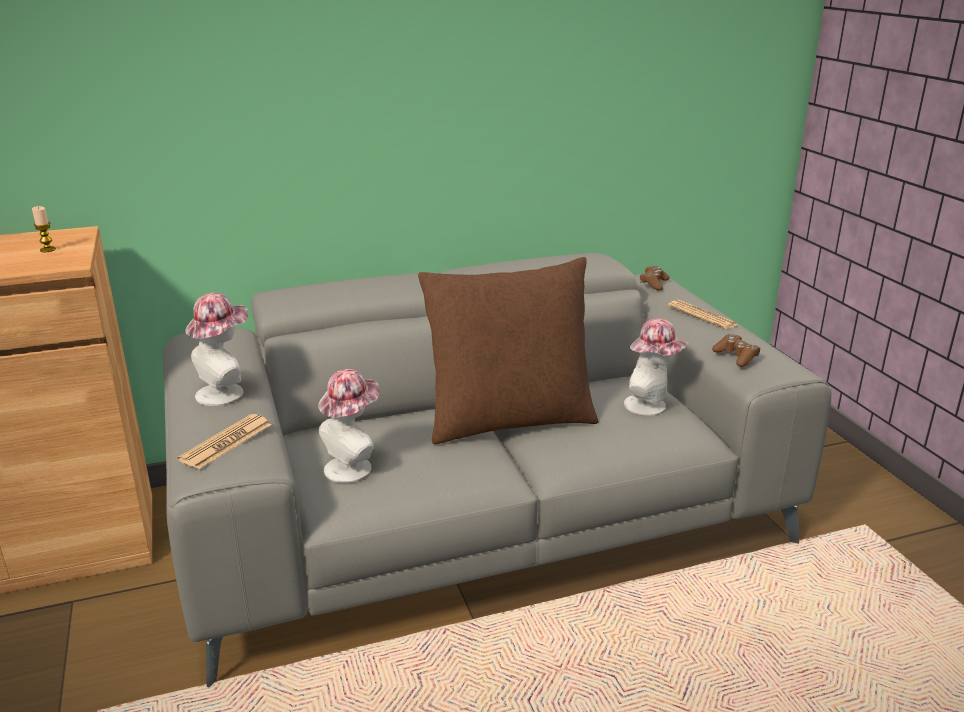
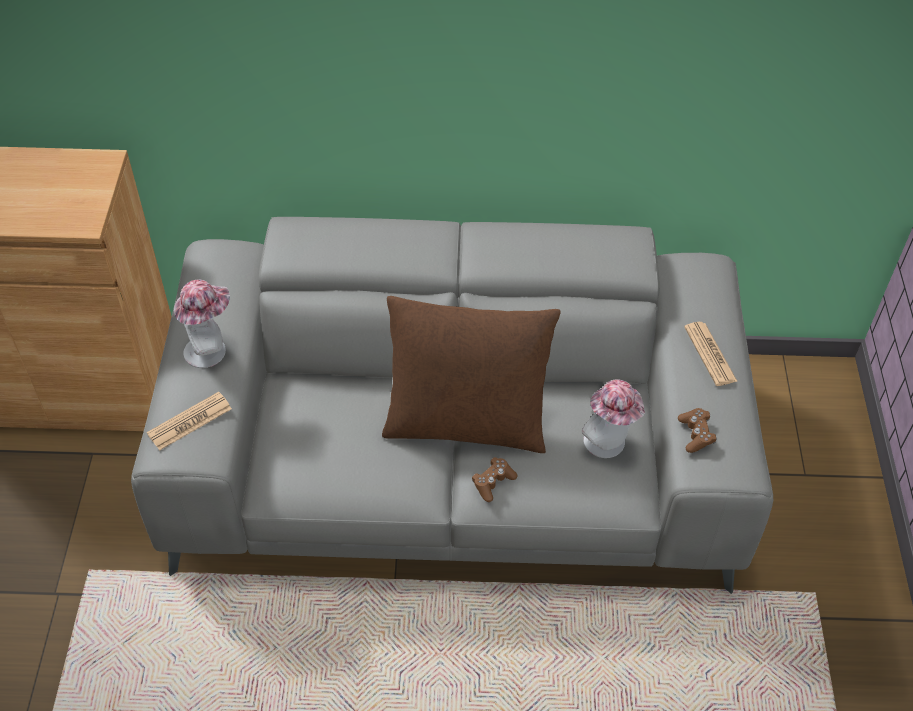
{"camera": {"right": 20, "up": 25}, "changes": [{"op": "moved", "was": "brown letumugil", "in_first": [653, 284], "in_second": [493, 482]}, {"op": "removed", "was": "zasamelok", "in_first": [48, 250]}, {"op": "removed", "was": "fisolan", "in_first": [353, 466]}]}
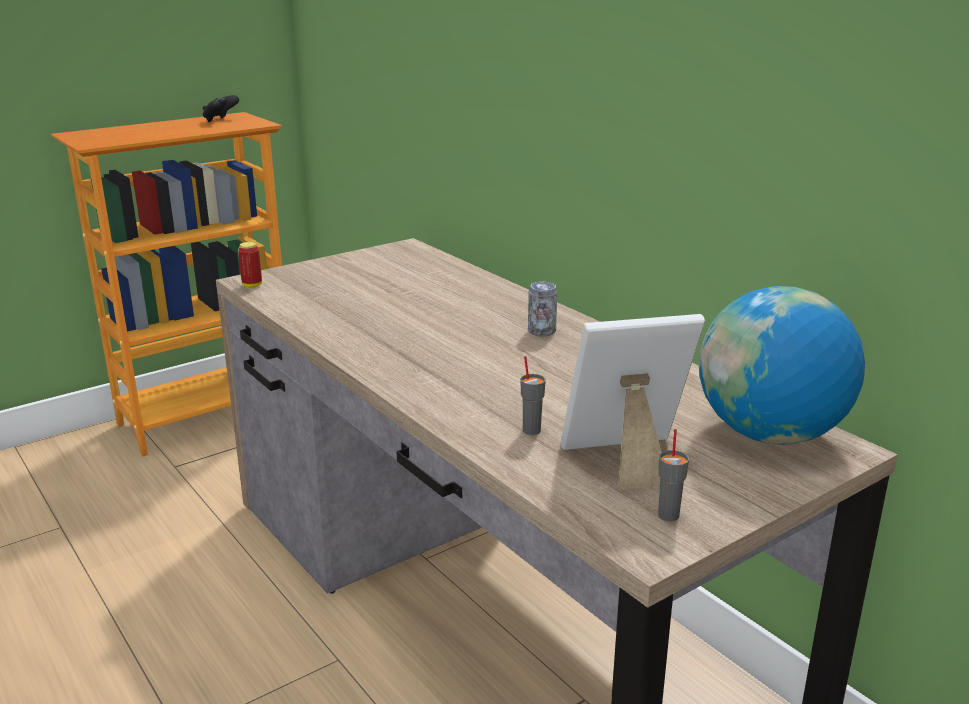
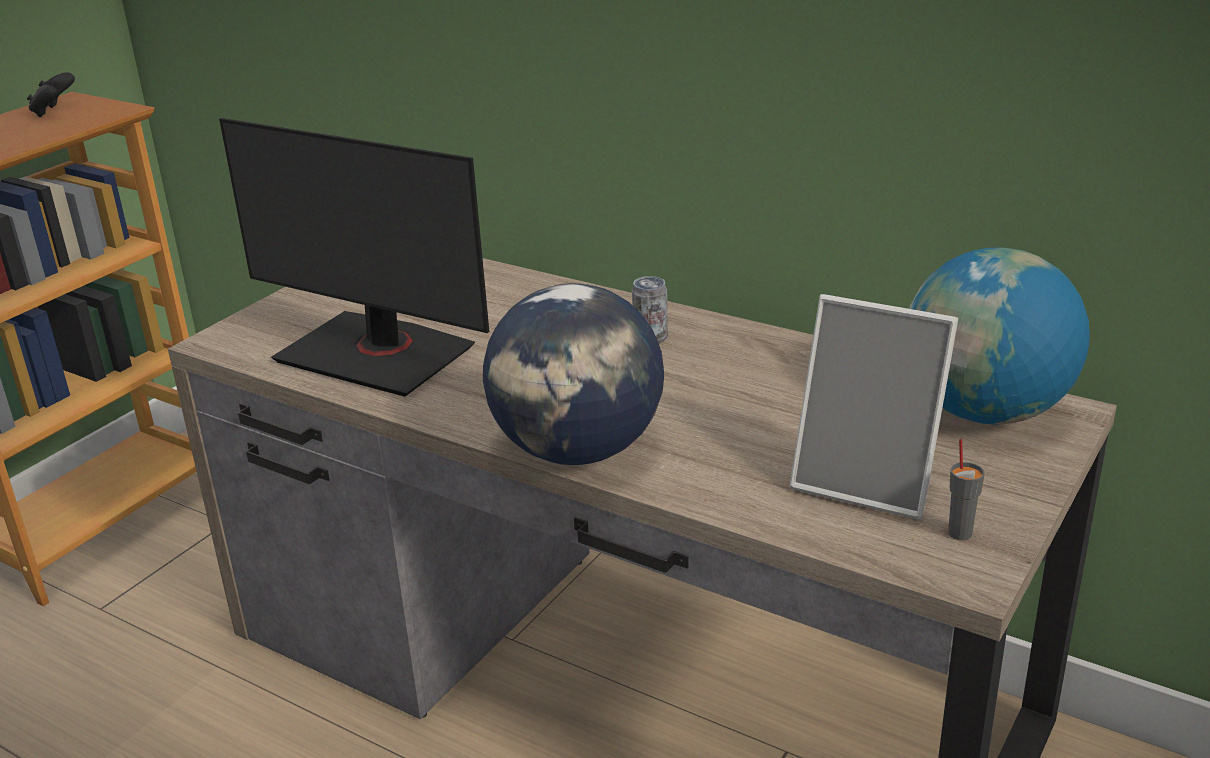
{"camera": {"right": -20, "up": 5}, "changes": [{"op": "added", "now": "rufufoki", "in_second": [376, 354]}, {"op": "added", "now": "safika", "in_second": [577, 451]}, {"op": "turned", "was": "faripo", "in_first": [625, 461], "in_second": [869, 481], "clockwise": -120}, {"op": "removed", "was": "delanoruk", "in_first": [252, 285]}, {"op": "removed", "was": "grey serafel", "in_first": [531, 430]}]}
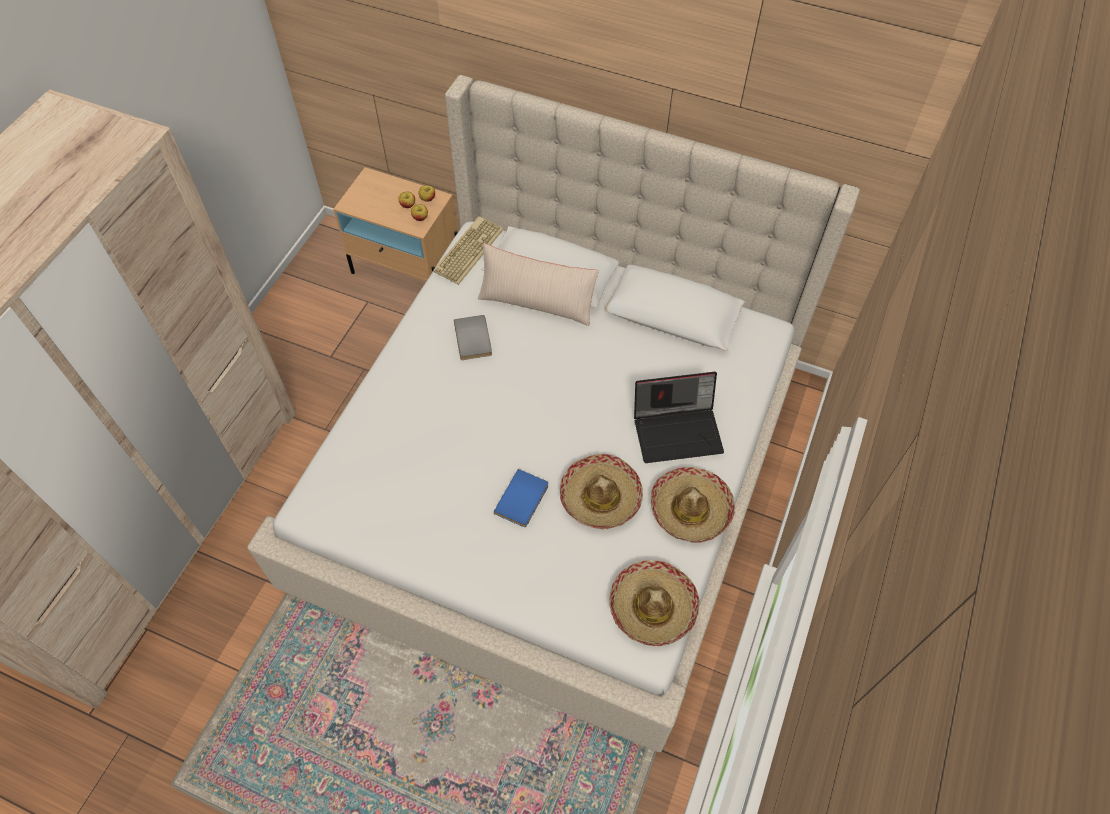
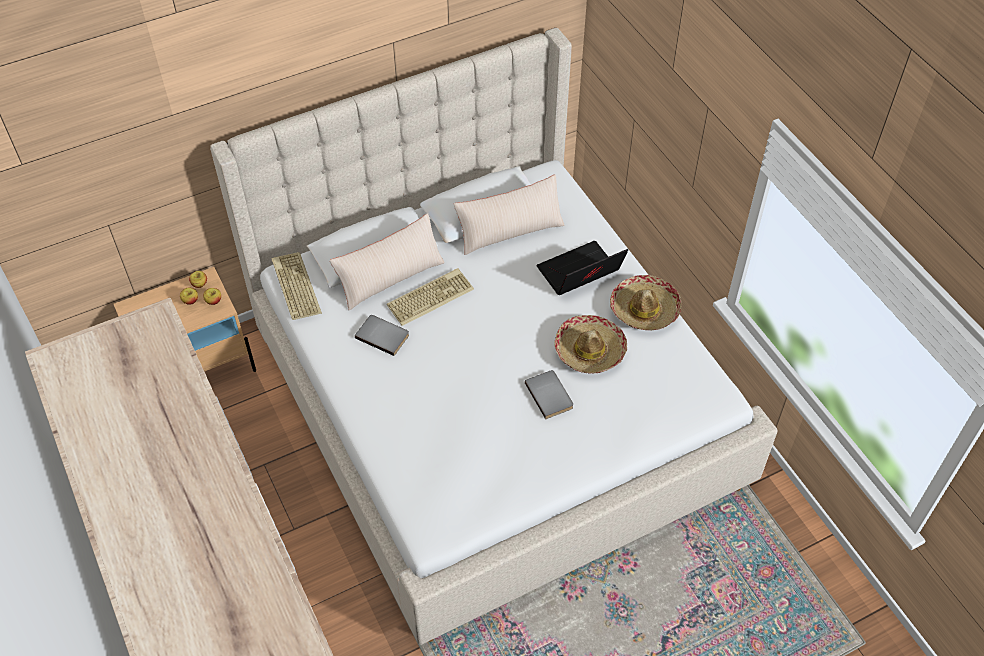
{"camera": {"right": -50, "up": -5}, "changes": [{"op": "added", "now": "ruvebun", "in_second": [430, 296]}, {"op": "added", "now": "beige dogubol", "in_second": [509, 231]}, {"op": "recoloured", "was": "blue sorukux", "now": "grey sorukux", "in_first": [523, 500], "in_second": [550, 395]}, {"op": "turned", "was": "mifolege", "in_first": [678, 430], "in_second": [579, 274], "clockwise": -150}, {"op": "removed", "was": "fisolan", "in_first": [652, 607]}]}
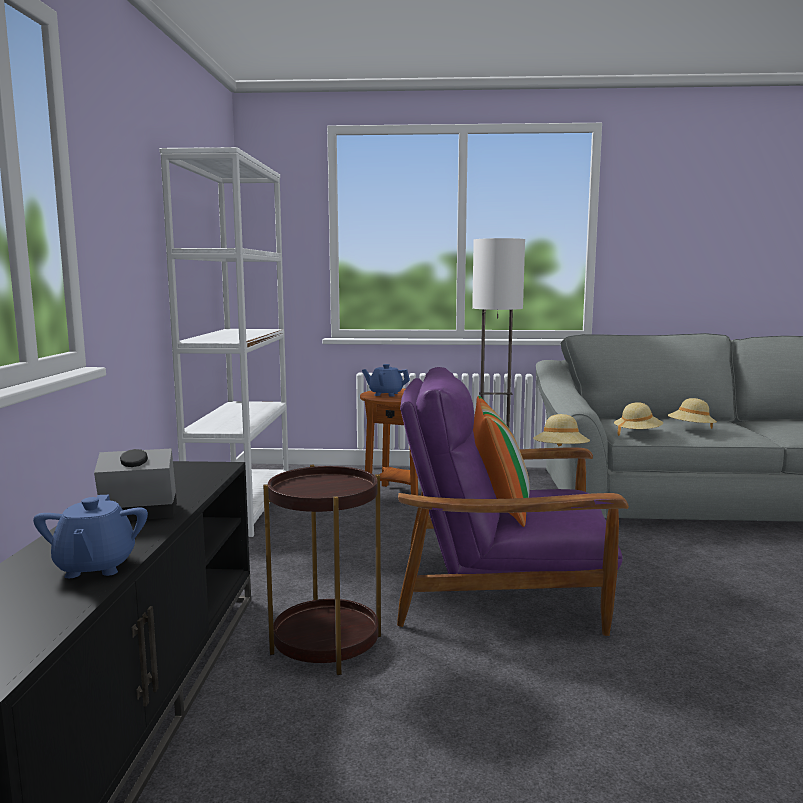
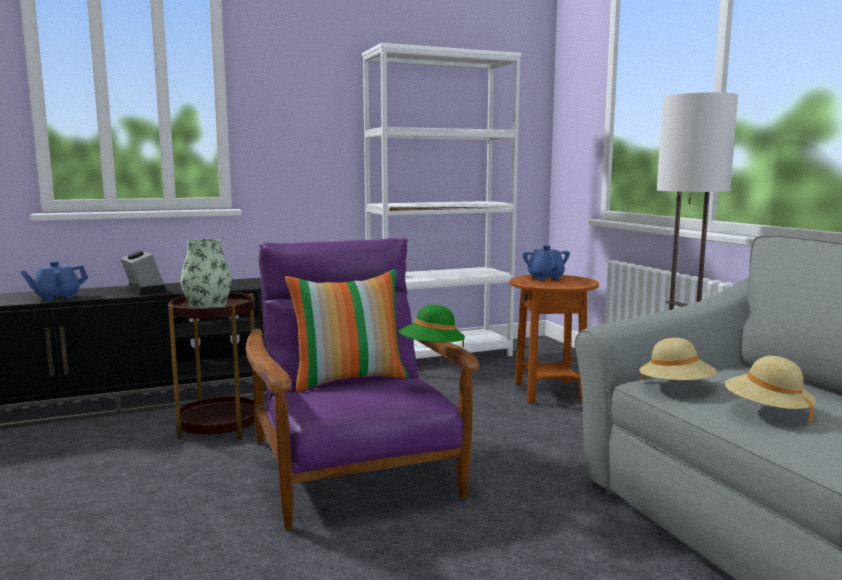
{"camera": {"right": 65, "up": 0}, "changes": [{"op": "added", "now": "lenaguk", "in_second": [207, 307]}, {"op": "recoloured", "was": "beige fisolan", "now": "green fisolan", "in_first": [560, 453], "in_second": [431, 350]}]}
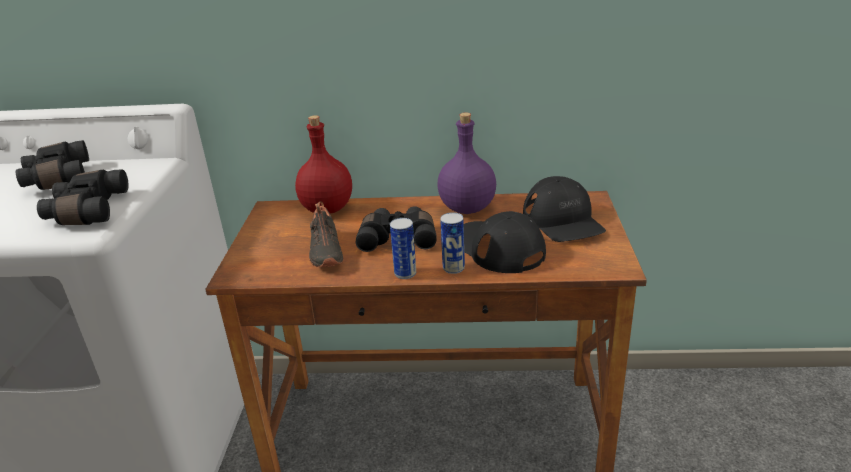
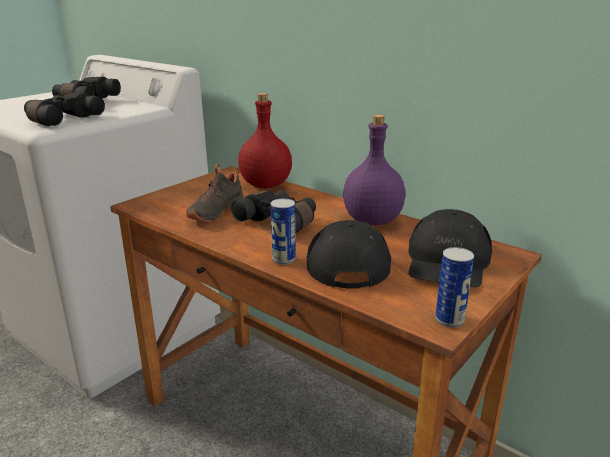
{"camera": {"right": 35, "up": -5}, "changes": [{"op": "moved", "was": "delanoruk", "in_first": [405, 273], "in_second": [449, 320]}]}
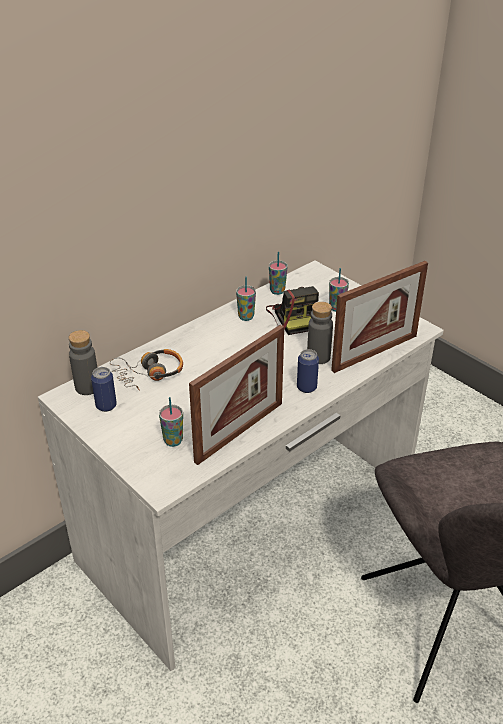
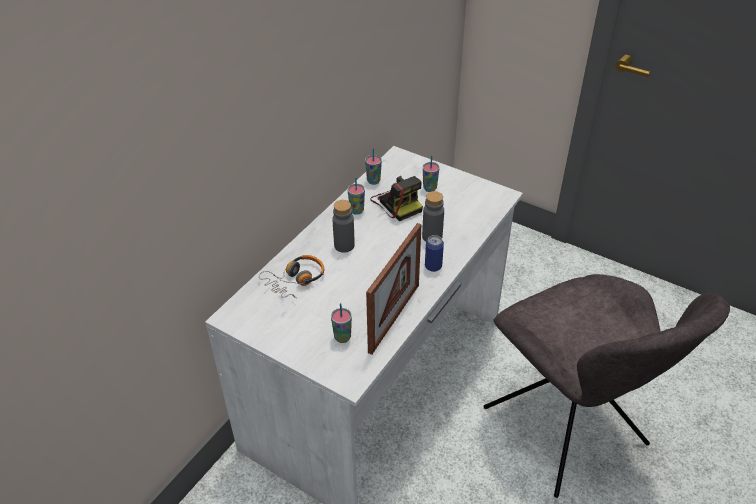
{"camera": {"right": -15, "up": 5}, "changes": [{"op": "moved", "was": "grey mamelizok", "in_first": [87, 387], "in_second": [344, 245]}, {"op": "removed", "was": "delanoruk", "in_first": [106, 406]}, {"op": "removed", "was": "faripo", "in_first": [375, 353]}]}
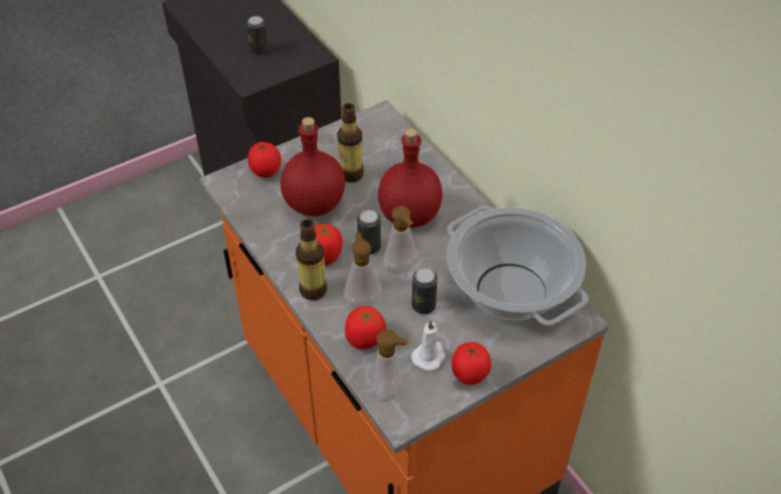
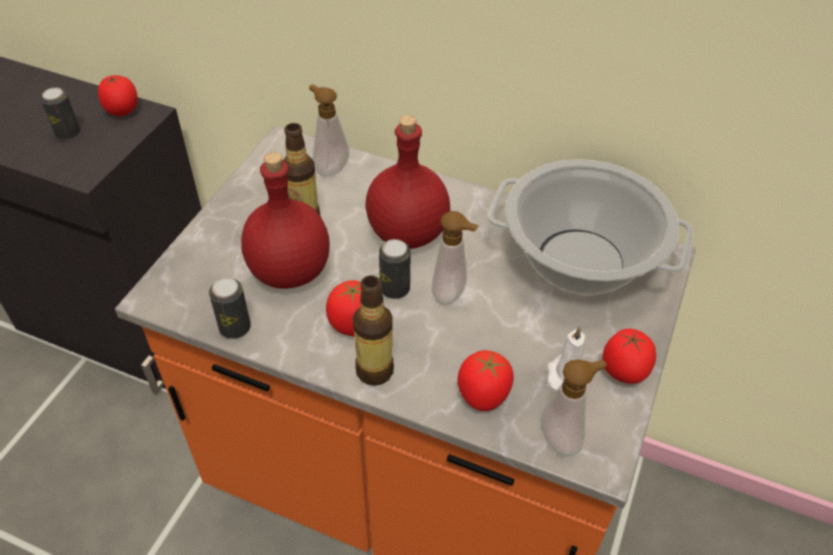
{"camera": {"right": -35, "up": 0}, "changes": [{"op": "moved", "was": "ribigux", "in_first": [266, 172], "in_second": [123, 111]}, {"op": "moved", "was": "delanoruk", "in_first": [423, 306], "in_second": [235, 327]}, {"op": "moved", "was": "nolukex", "in_first": [362, 299], "in_second": [329, 168]}]}
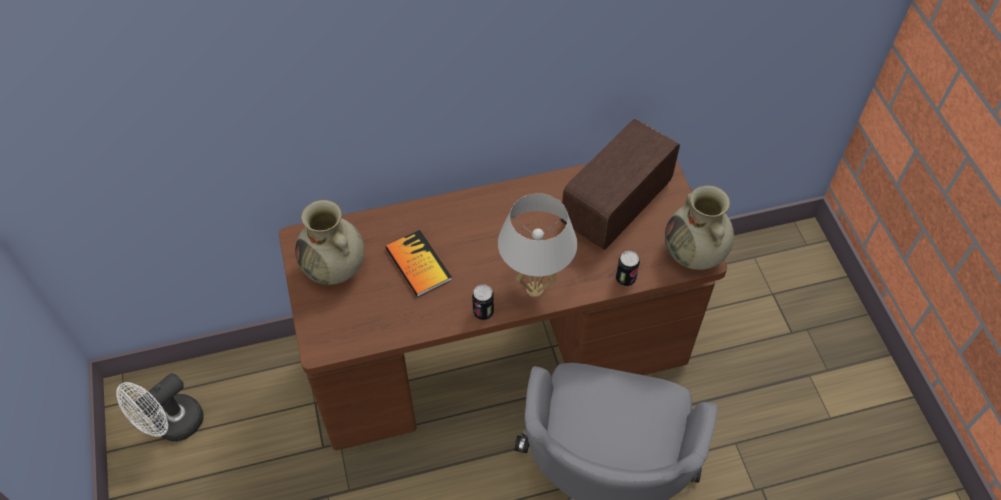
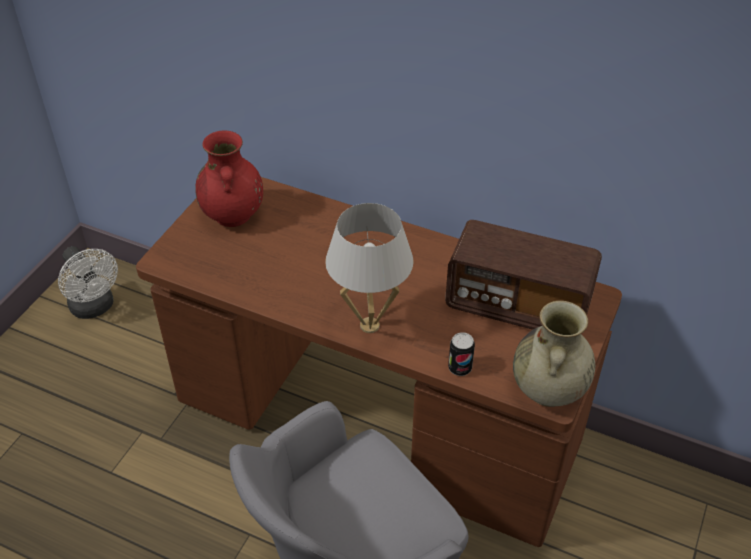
{"camera": {"right": 40, "up": -10}, "changes": [{"op": "turned", "was": "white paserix", "in_first": [172, 426], "in_second": [95, 307], "clockwise": -120}, {"op": "recoloured", "was": "beige lenaguk", "now": "red lenaguk", "in_first": [335, 269], "in_second": [233, 215]}, {"op": "turned", "was": "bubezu", "in_first": [616, 204], "in_second": [517, 306], "clockwise": -150}, {"op": "removed", "was": "sorukux", "in_first": [418, 264]}, {"op": "removed", "was": "delanoruk", "in_first": [483, 312]}]}
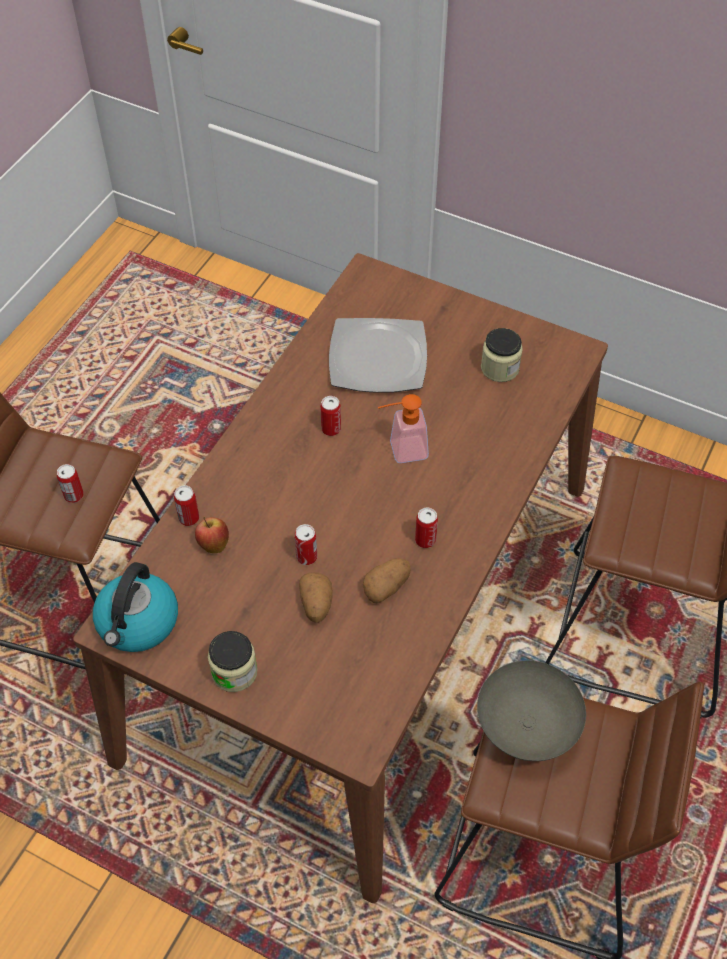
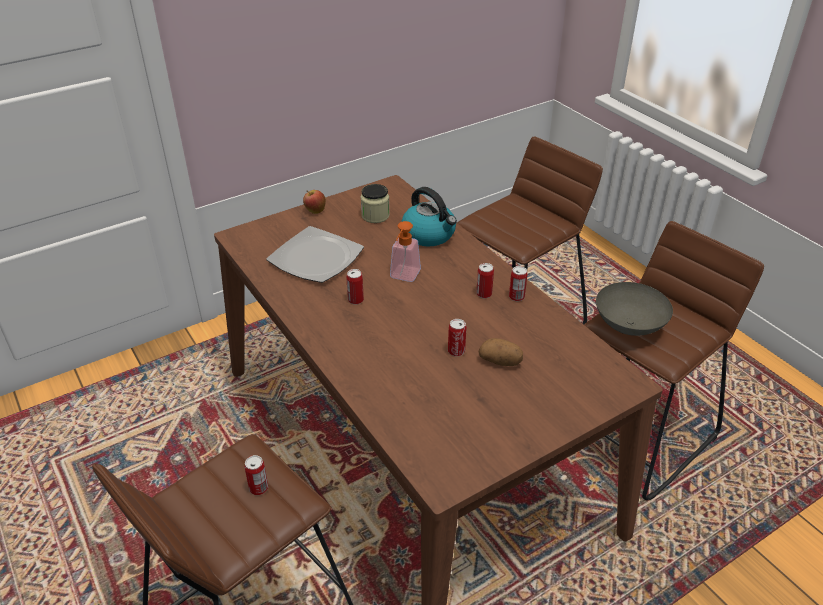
{"camera": {"right": -60, "up": -15}, "changes": [{"op": "moved", "was": "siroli", "in_first": [213, 544], "in_second": [315, 211]}, {"op": "moved", "was": "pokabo", "in_first": [138, 623], "in_second": [429, 235]}, {"op": "moved", "was": "delanoruk", "in_first": [189, 518], "in_second": [516, 297]}, {"op": "removed", "was": "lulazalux", "in_first": [234, 672]}, {"op": "removed", "was": "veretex", "in_first": [386, 587]}]}
